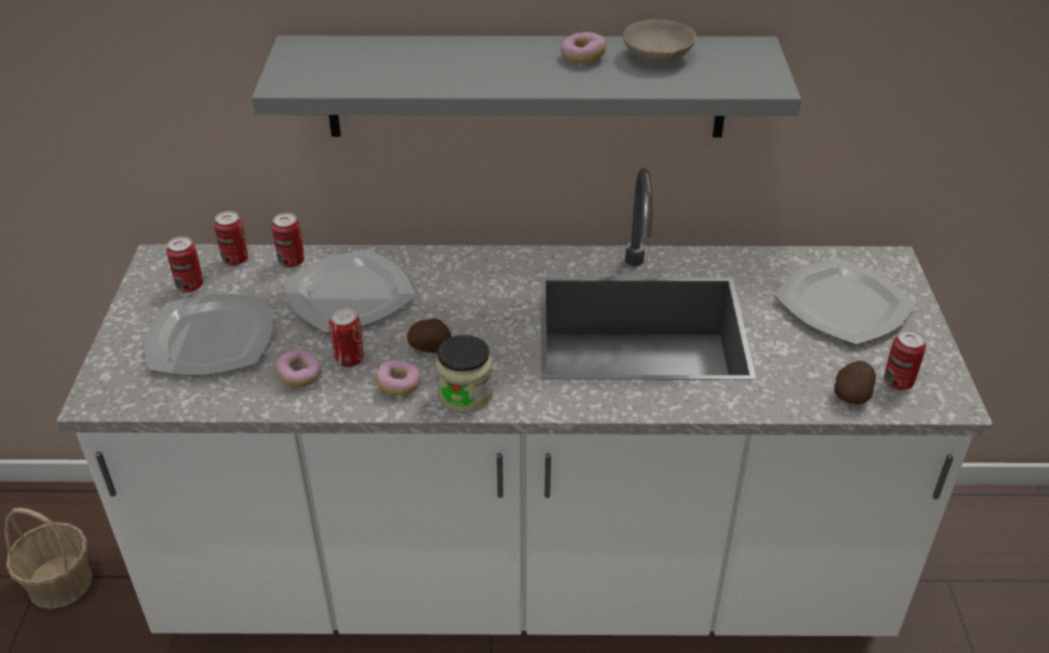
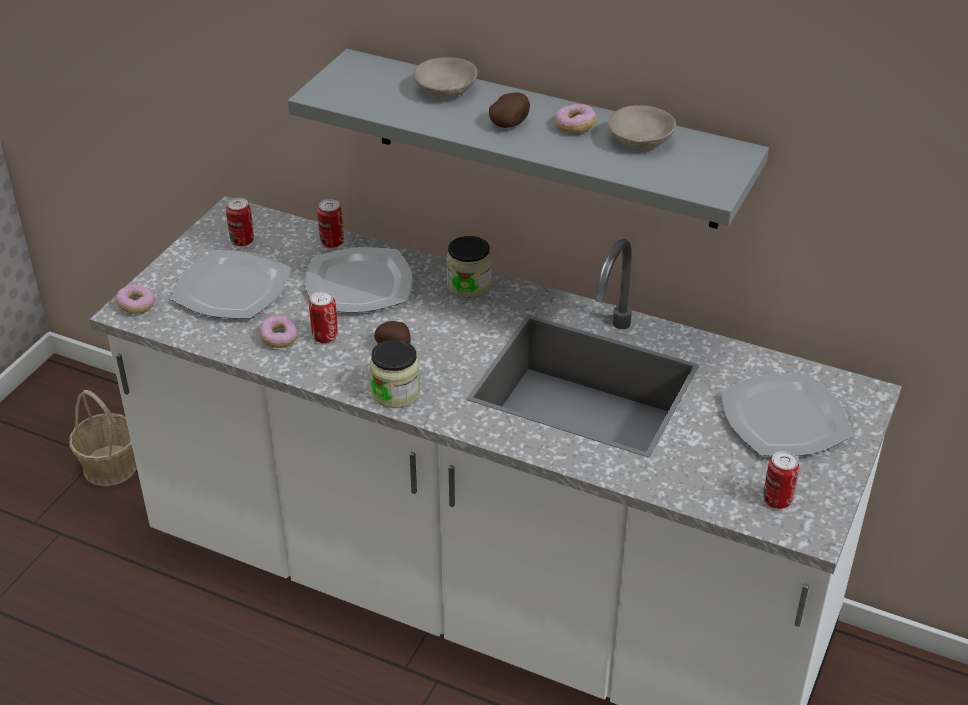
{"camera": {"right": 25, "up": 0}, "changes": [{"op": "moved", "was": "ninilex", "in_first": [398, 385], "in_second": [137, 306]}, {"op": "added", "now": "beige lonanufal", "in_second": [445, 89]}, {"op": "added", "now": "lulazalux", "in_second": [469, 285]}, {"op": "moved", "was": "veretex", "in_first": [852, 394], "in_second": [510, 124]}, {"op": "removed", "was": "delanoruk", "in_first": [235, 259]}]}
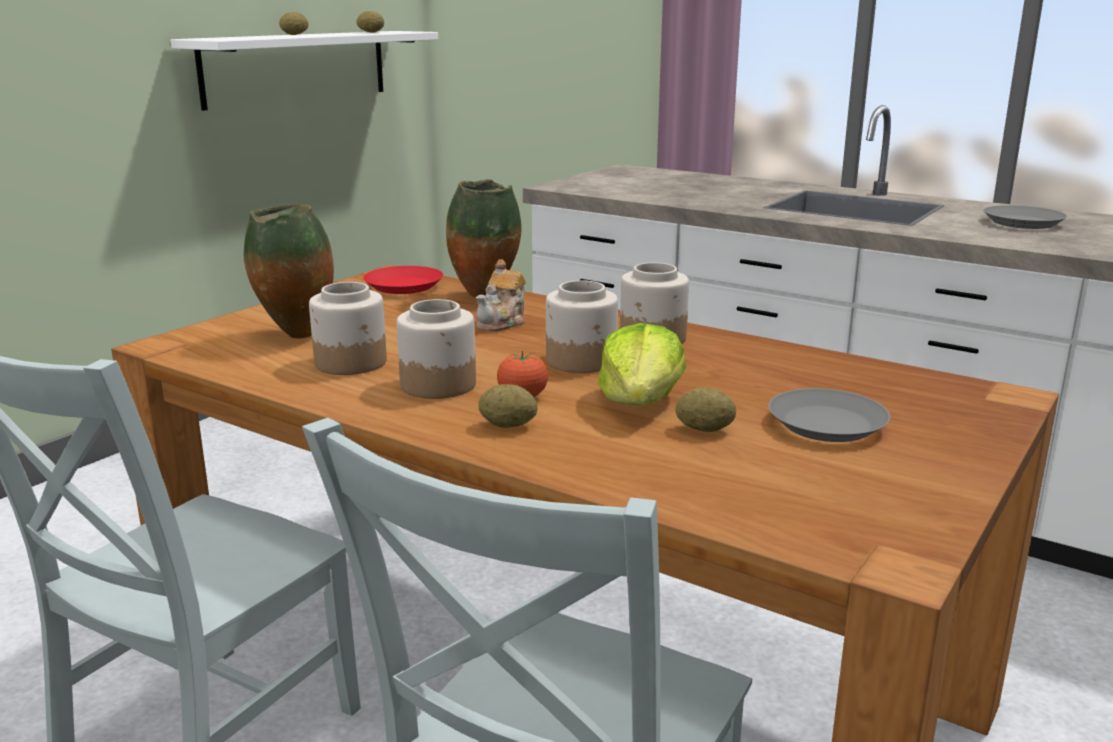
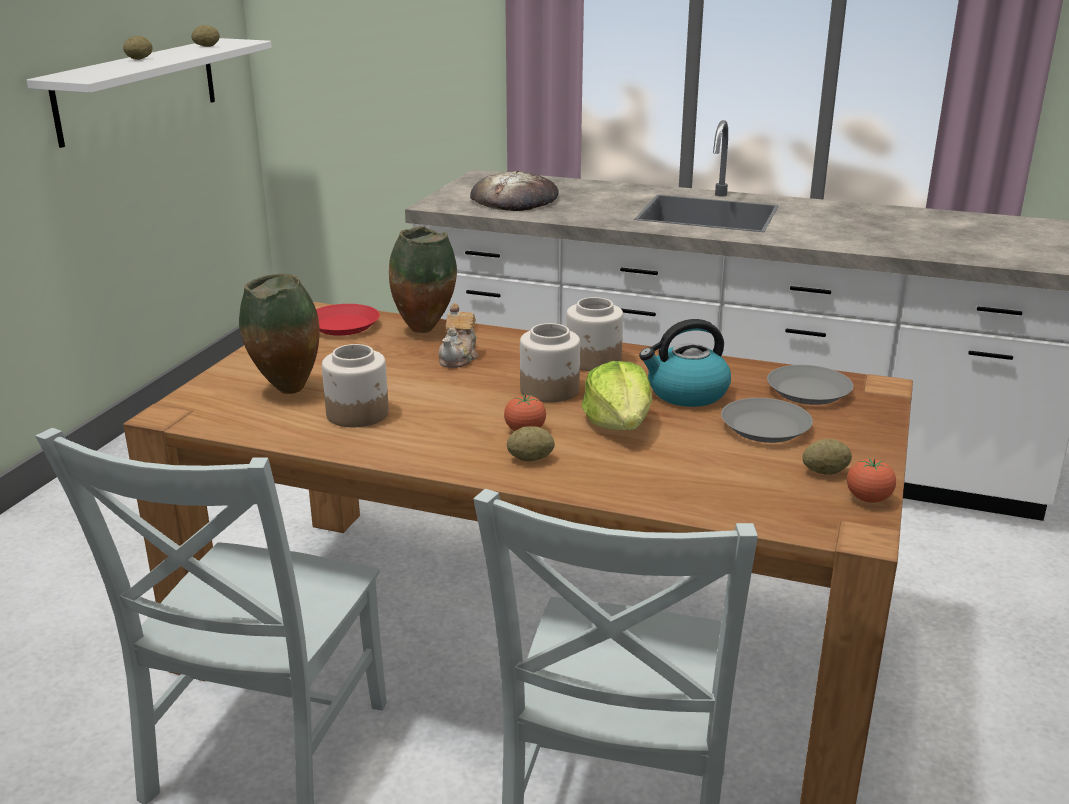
{"camera": {"right": -15, "up": 5}, "changes": [{"op": "added", "now": "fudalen", "in_second": [515, 199]}, {"op": "added", "now": "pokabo", "in_second": [686, 393]}, {"op": "moved", "was": "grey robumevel", "in_first": [1023, 223], "in_second": [809, 391]}, {"op": "moved", "was": "veretex", "in_first": [704, 429], "in_second": [825, 472]}, {"op": "added", "now": "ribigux", "in_second": [868, 499]}, {"op": "removed", "was": "lulazalux", "in_first": [439, 385]}]}
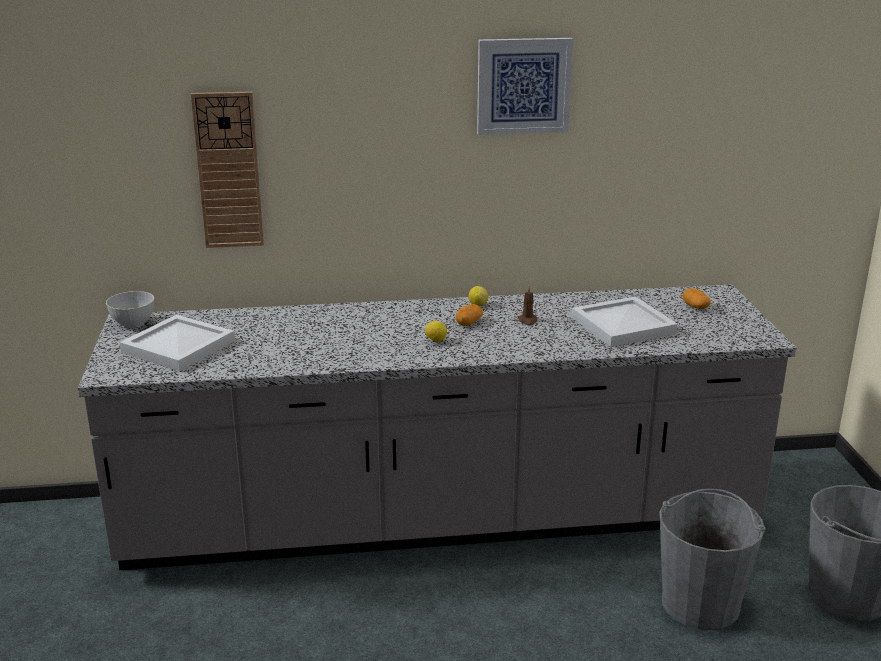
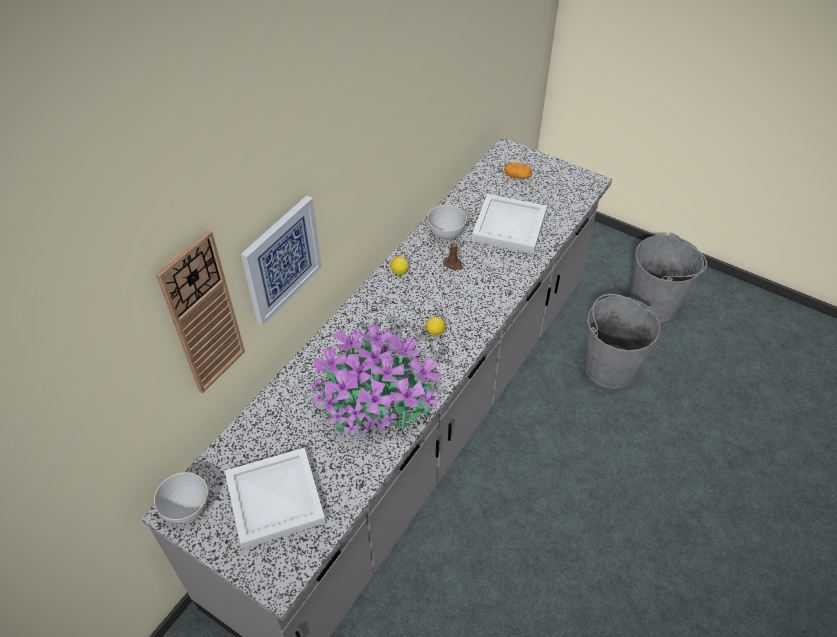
{"camera": {"right": -50, "up": 25}, "changes": [{"op": "moved", "was": "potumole", "in_first": [523, 86], "in_second": [281, 259]}, {"op": "added", "now": "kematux", "in_second": [375, 405]}, {"op": "added", "now": "grey lonanufal", "in_second": [446, 233]}, {"op": "removed", "was": "veretex", "in_first": [468, 323]}]}
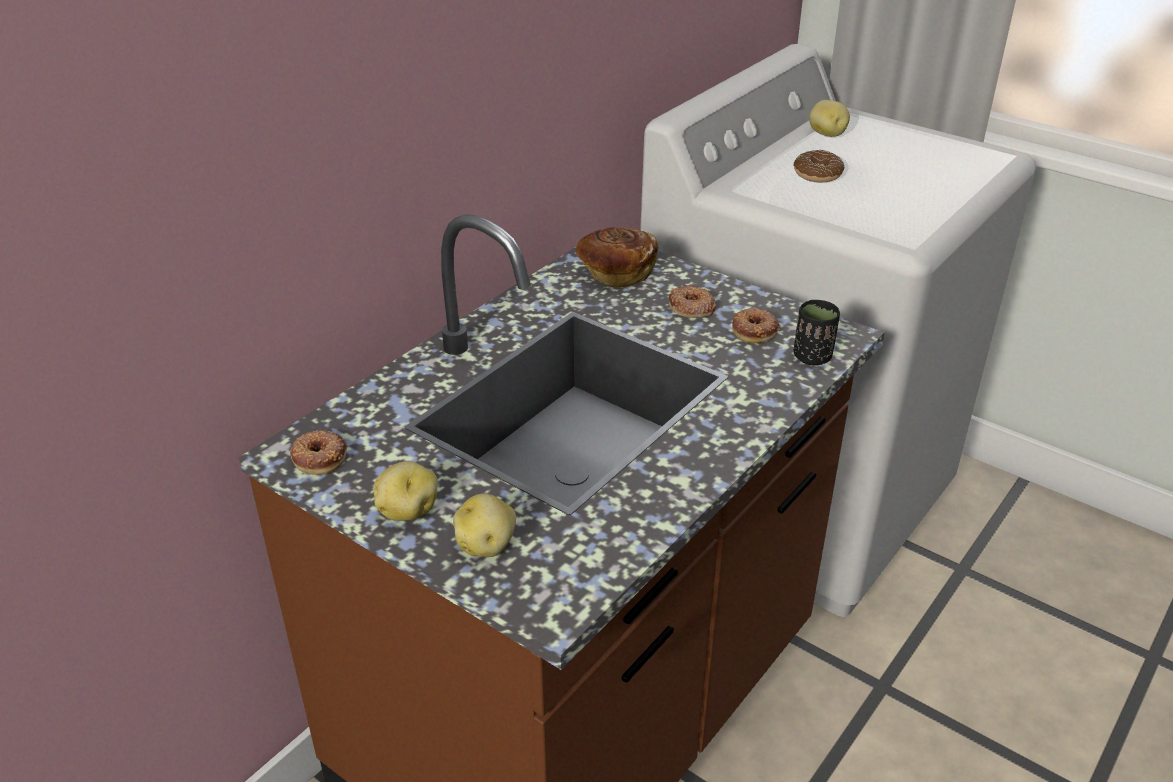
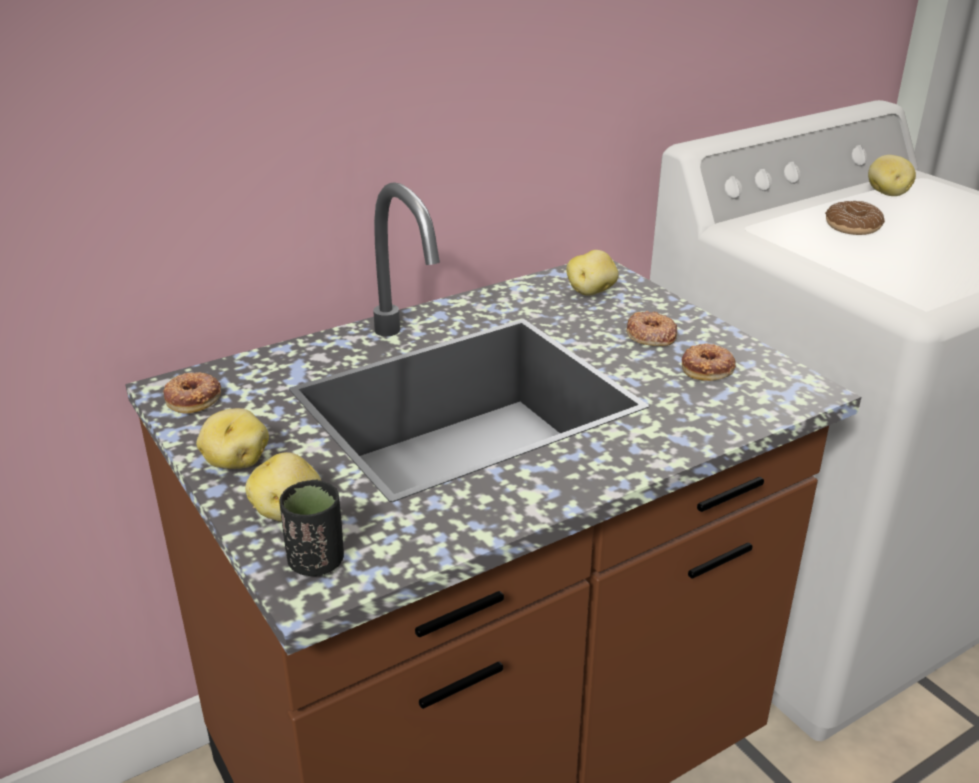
{"camera": {"right": 20, "up": -5}, "changes": [{"op": "moved", "was": "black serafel", "in_first": [812, 357], "in_second": [316, 562]}, {"op": "replaced", "was": "fudalen", "now": "veretex", "in_first": [616, 272], "in_second": [591, 292]}]}
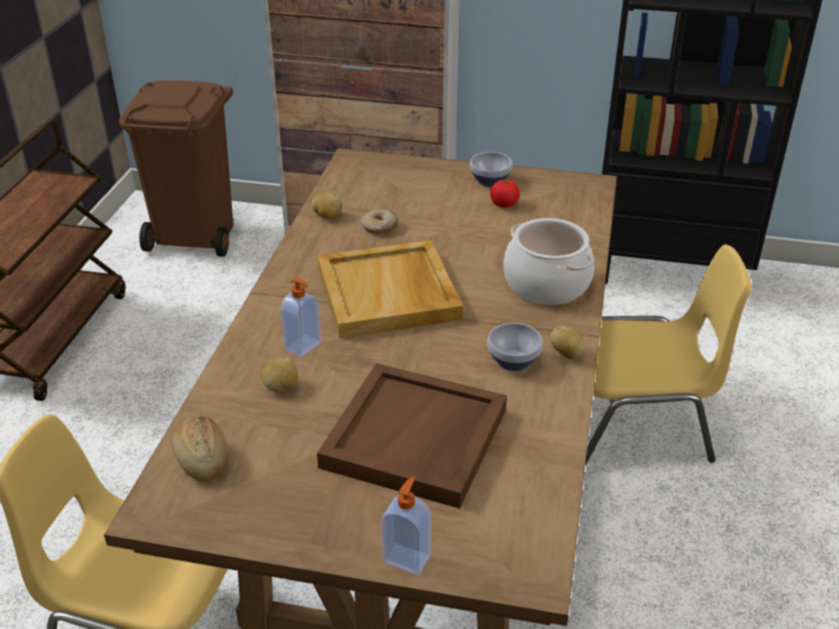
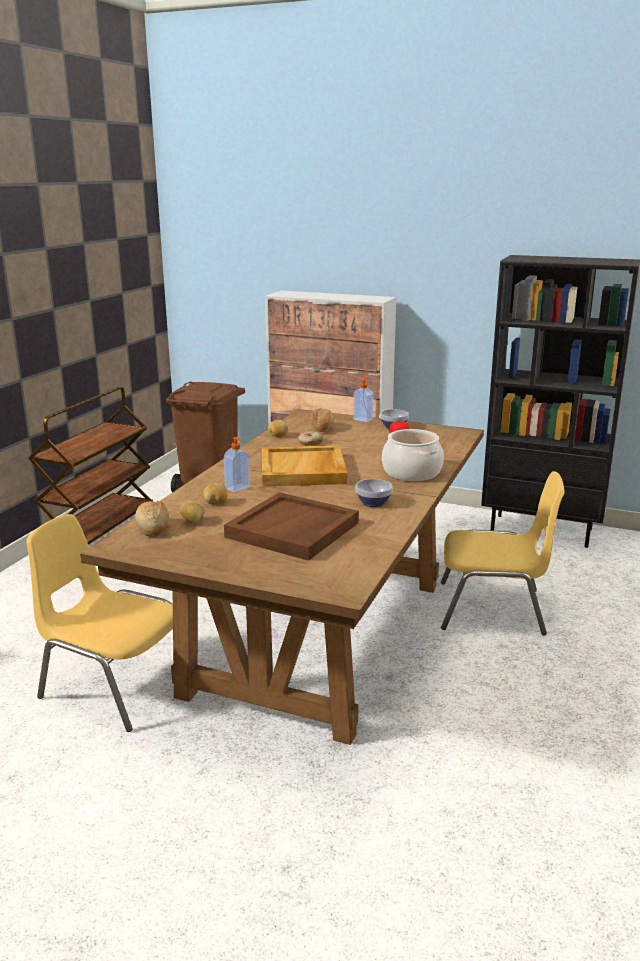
{"camera": {"right": 10, "up": -15}, "changes": [{"op": "moved", "was": "veretex", "in_first": [566, 354], "in_second": [193, 522]}, {"op": "added", "now": "fudalen", "in_second": [322, 428]}, {"op": "moved", "was": "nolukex", "in_first": [407, 558], "in_second": [363, 419]}]}
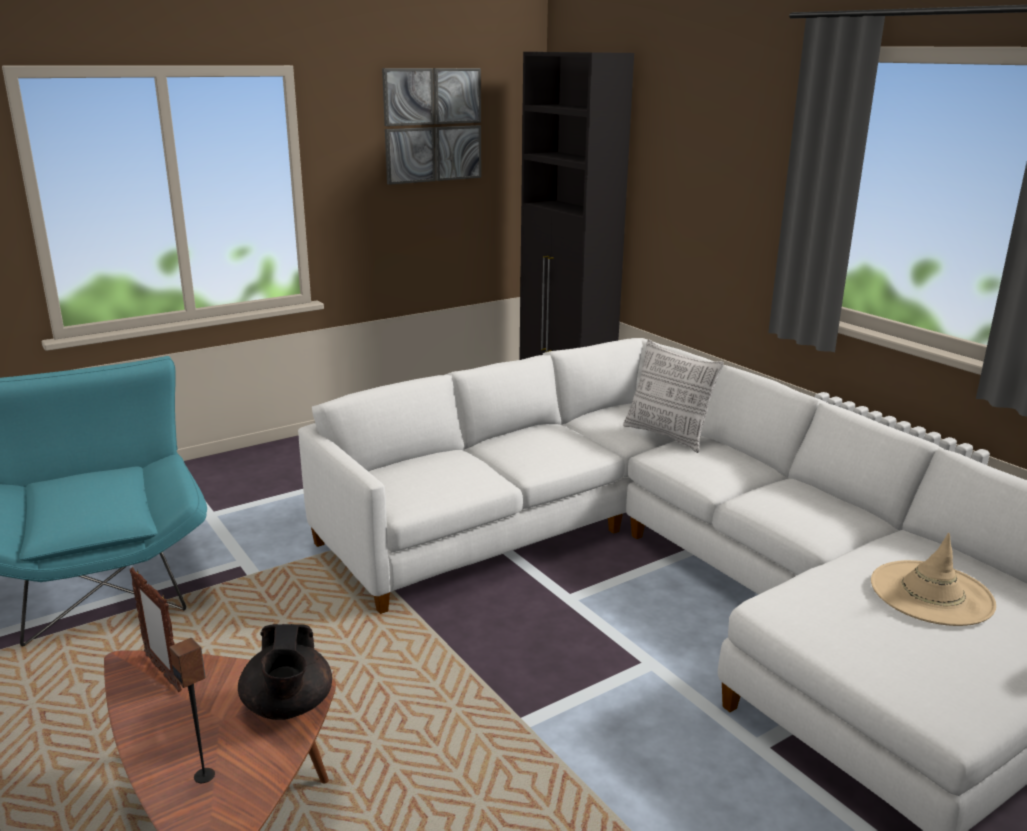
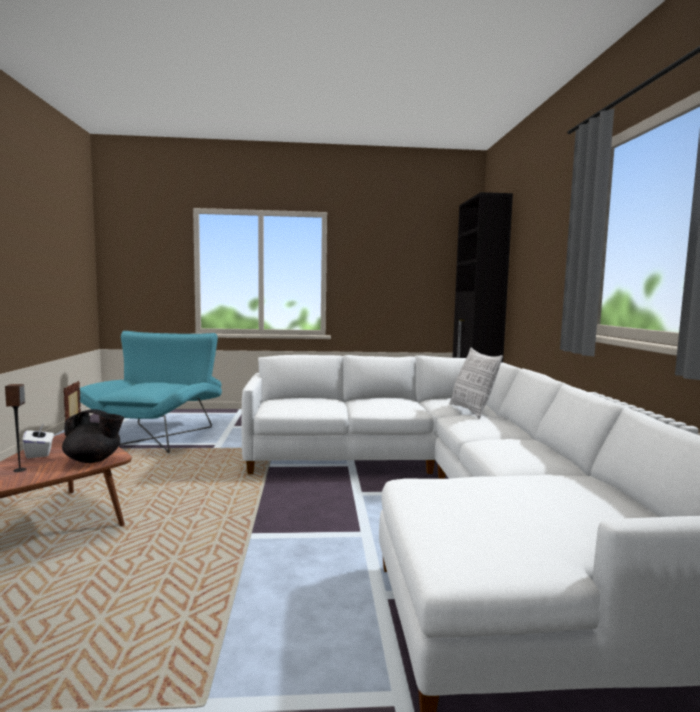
{"camera": {"right": 30, "up": -15}, "changes": [{"op": "added", "now": "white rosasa", "in_second": [39, 453]}, {"op": "turned", "was": "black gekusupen", "in_first": [288, 707], "in_second": [94, 460], "clockwise": -105}, {"op": "removed", "was": "potumole", "in_first": [433, 125]}, {"op": "removed", "was": "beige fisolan", "in_first": [931, 593]}]}
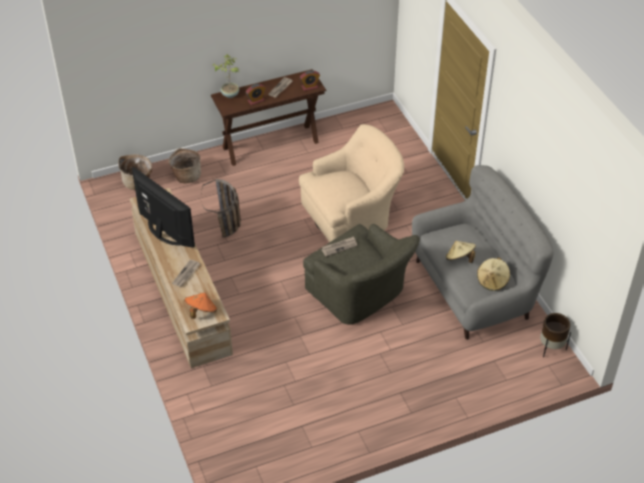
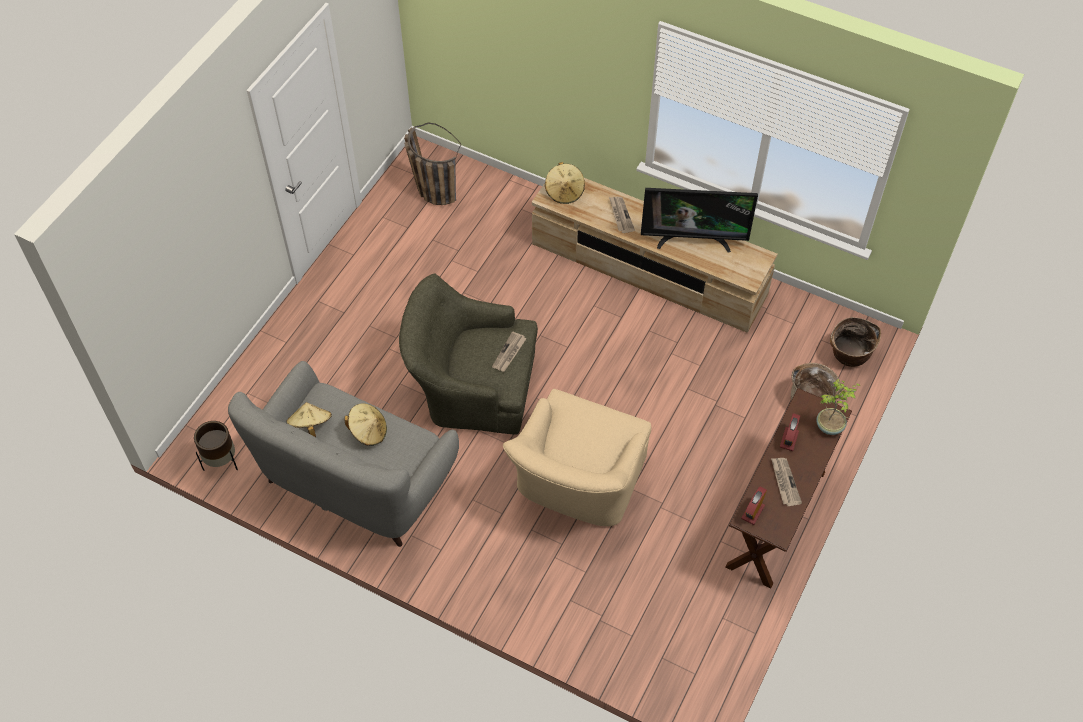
{"camera": {"right": 140, "up": 10}, "changes": [{"op": "moved", "was": "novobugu", "in_first": [227, 230], "in_second": [430, 188]}, {"op": "recoloured", "was": "orange fisolan", "now": "beige fisolan", "in_first": [201, 311], "in_second": [564, 192]}]}
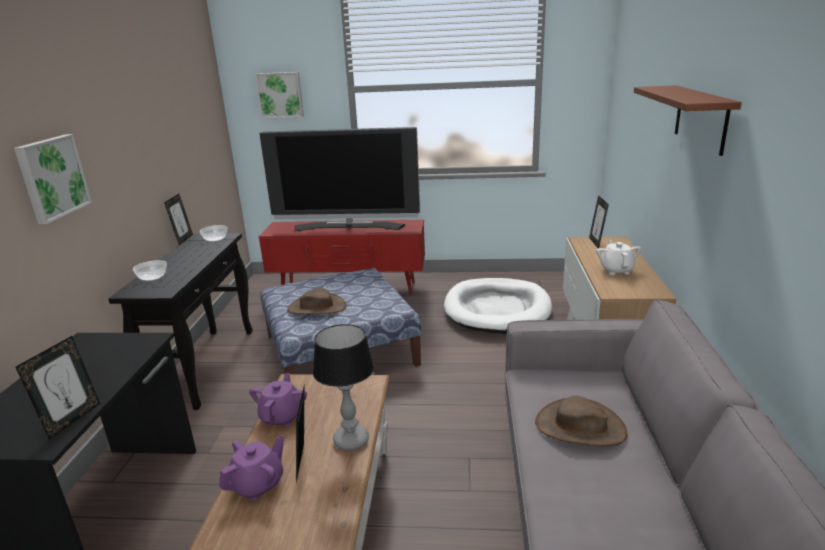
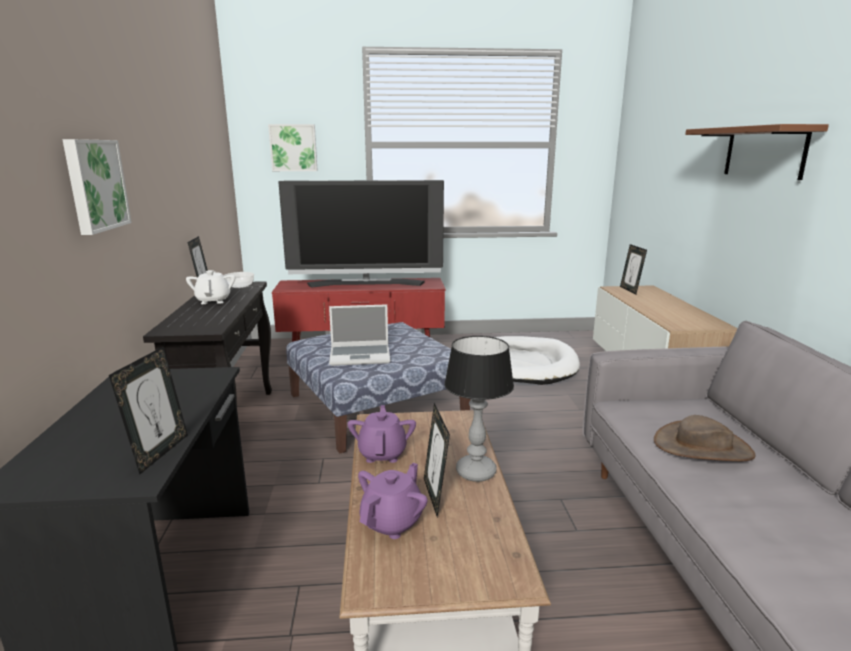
{"camera": {"right": -10, "up": -5}, "changes": [{"op": "moved", "was": "white gekusupen", "in_first": [616, 270], "in_second": [213, 300]}, {"op": "replaced", "was": "brown fisolan", "now": "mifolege", "in_first": [317, 308], "in_second": [361, 356]}, {"op": "removed", "was": "lonanufal", "in_first": [152, 277]}]}
